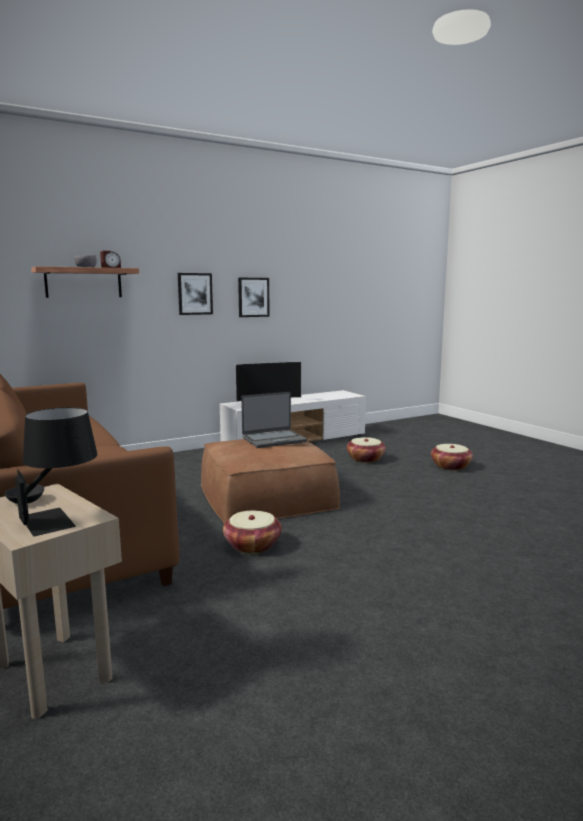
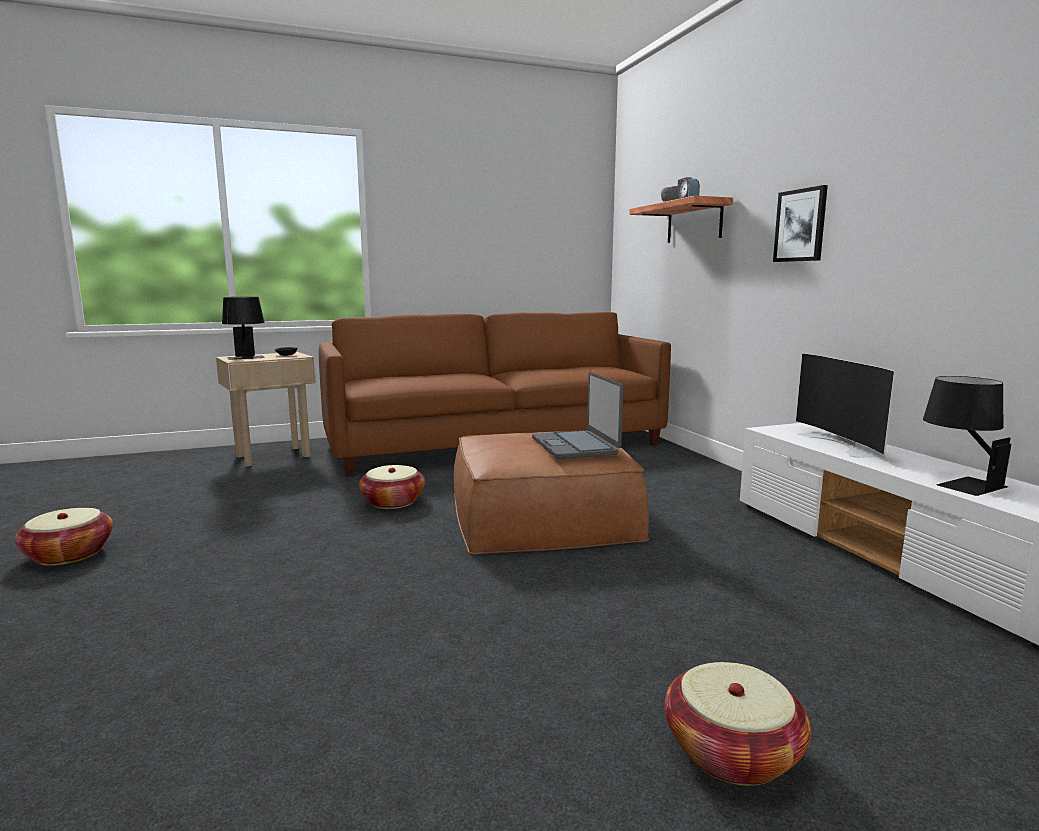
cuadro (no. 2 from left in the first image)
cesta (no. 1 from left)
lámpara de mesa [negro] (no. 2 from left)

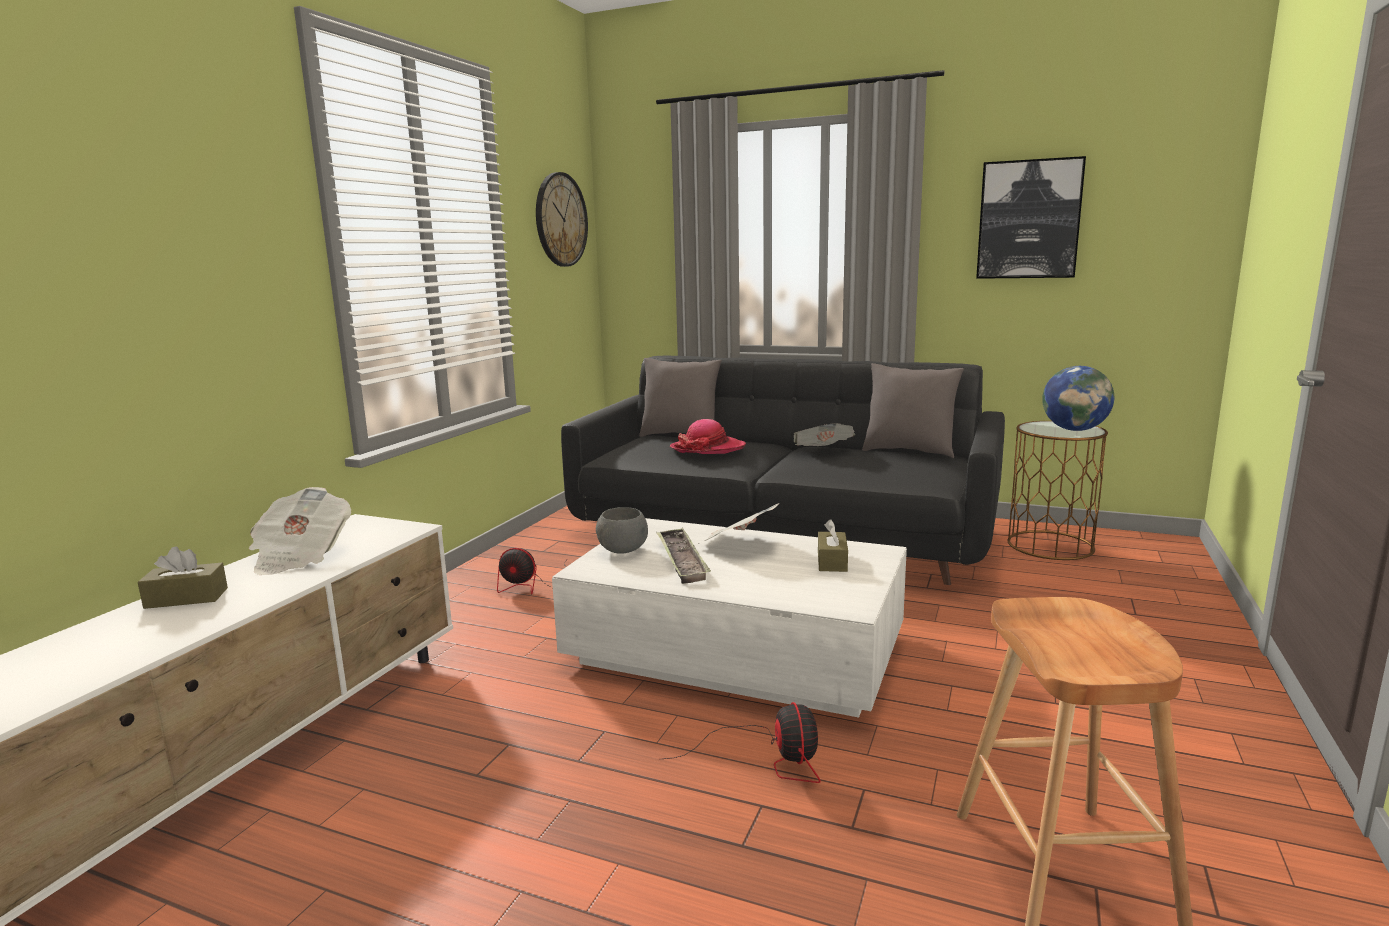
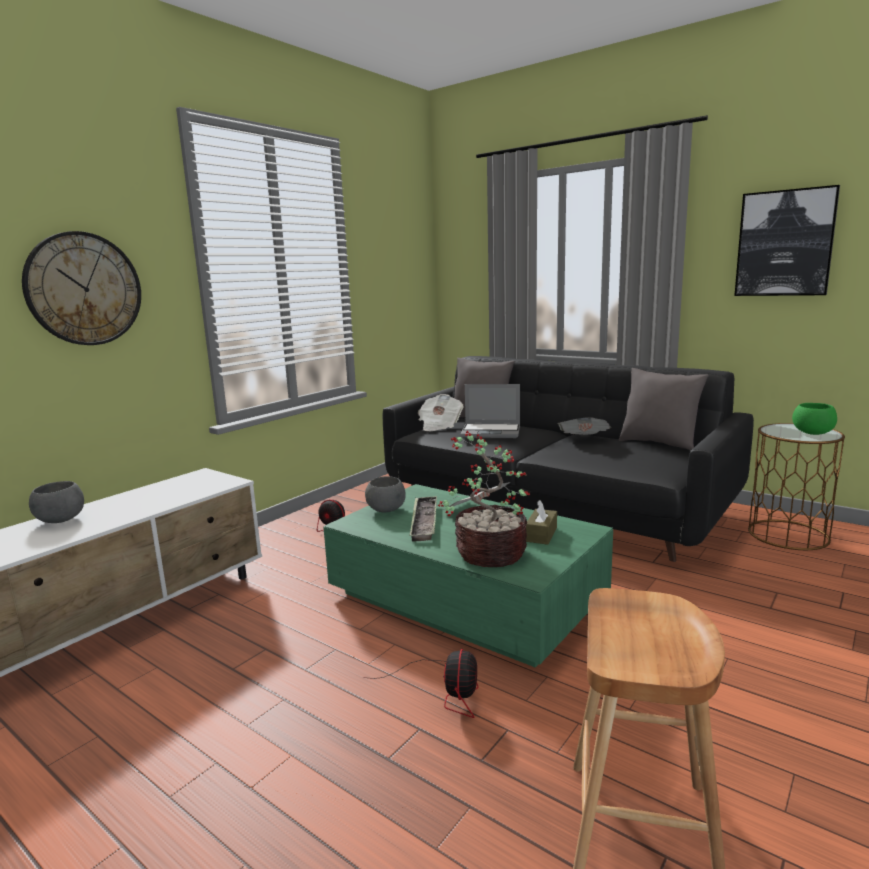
reloj de pared
cuenco [verde]
portátil
periódico (no. 1 from left)
mesa de centro [verde]
cuenco [gris] (no. 1 from left)
planta en maceta

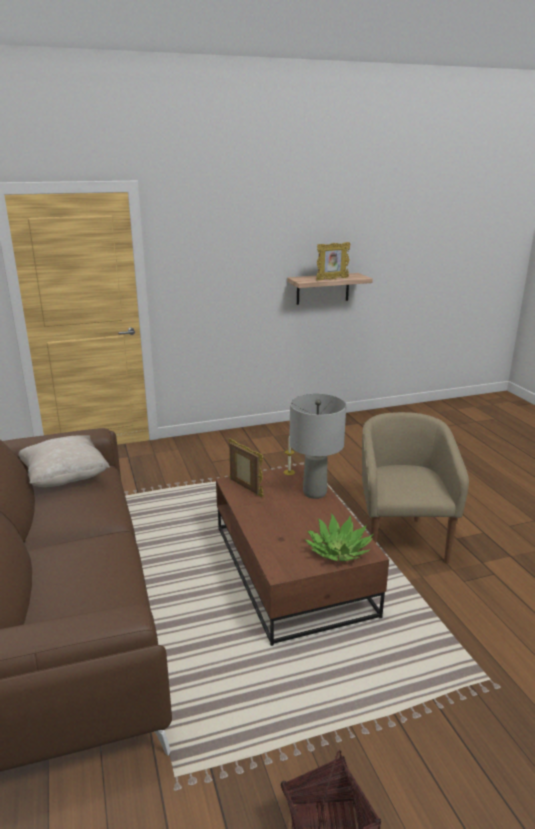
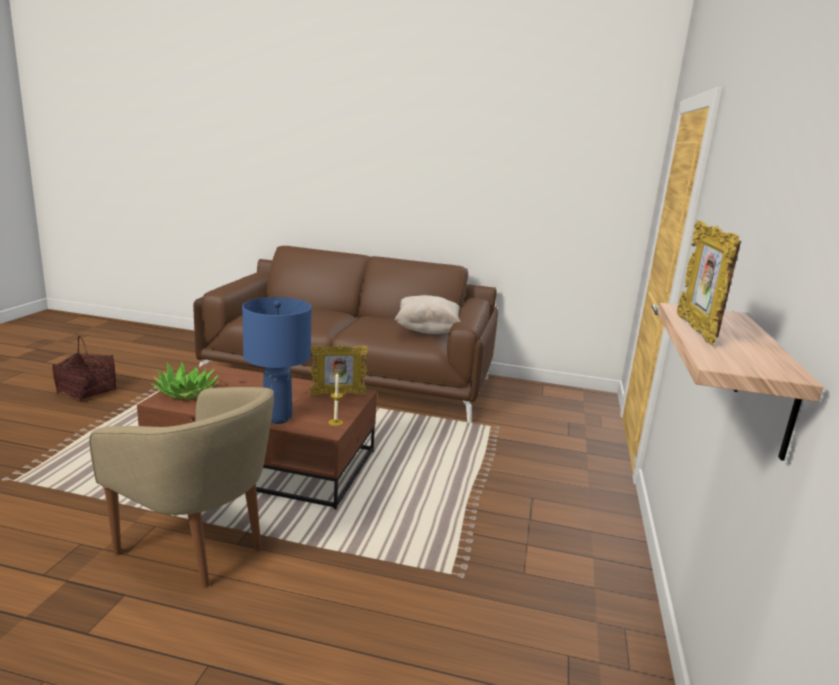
lámpara de mesa [azul]

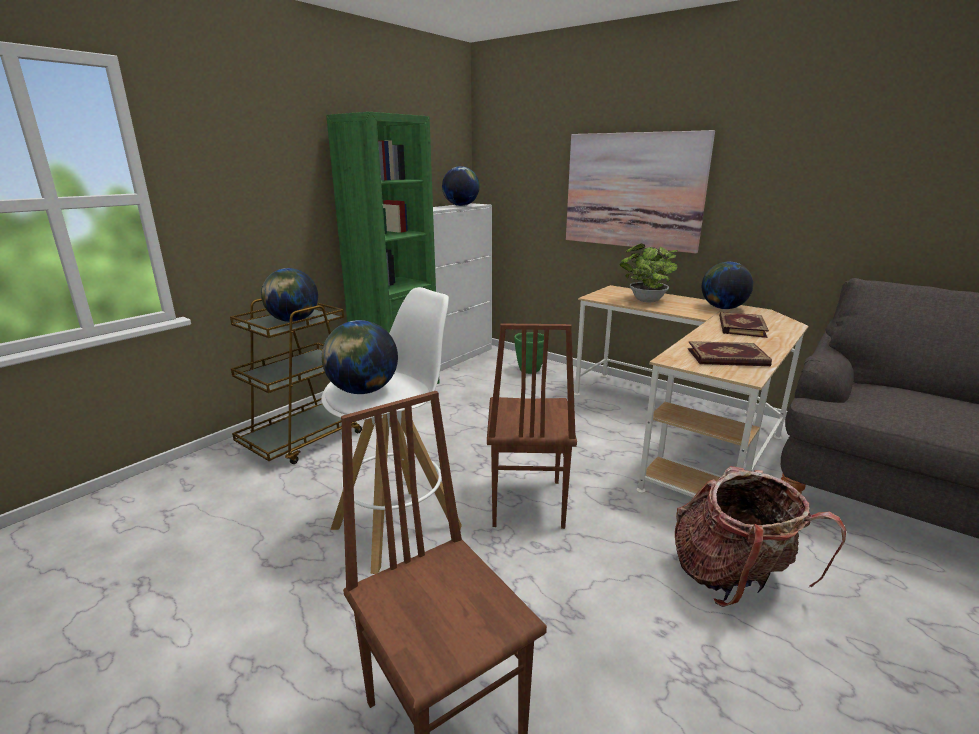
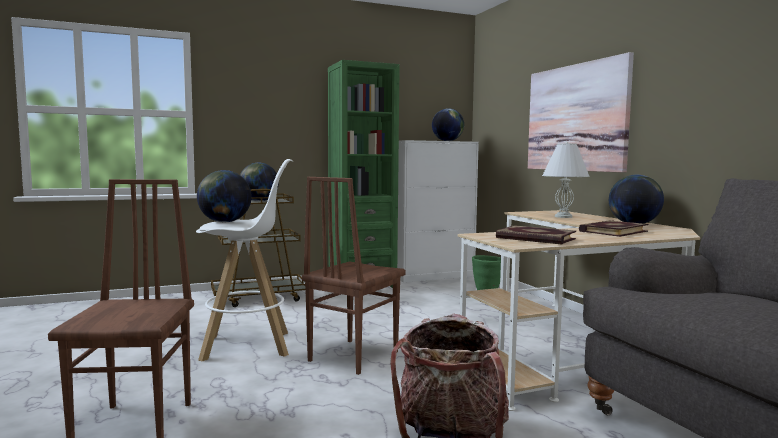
lámpara de mesa [blanco]

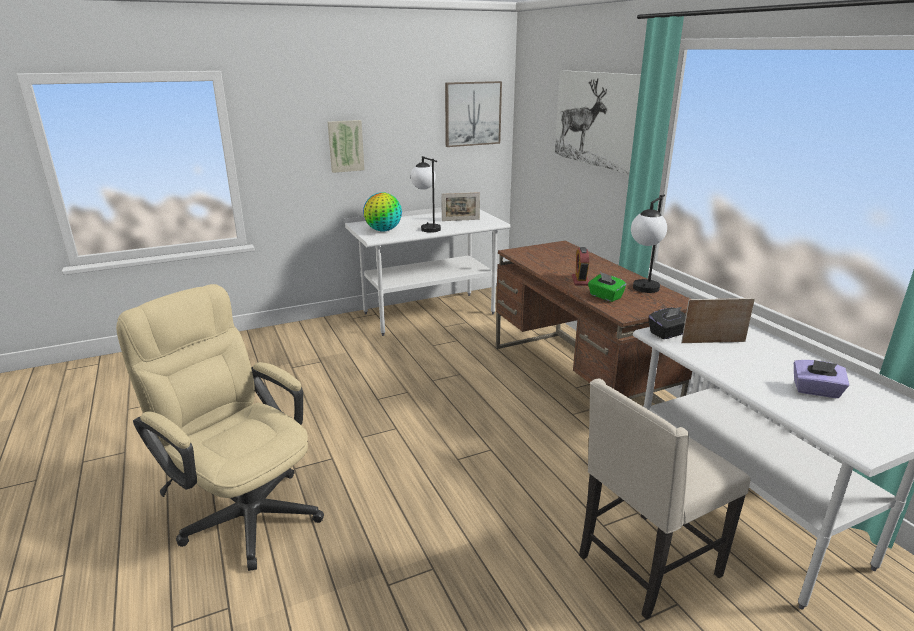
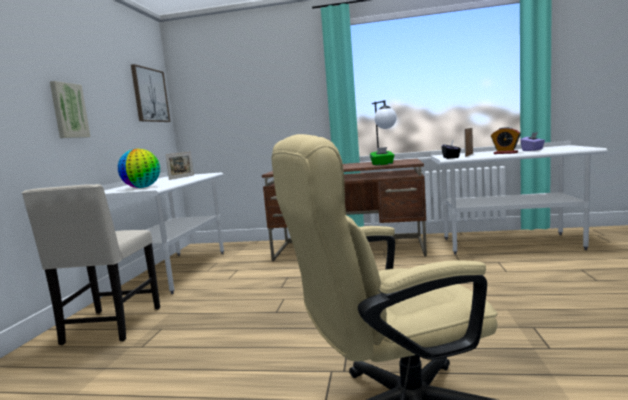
cuadro (no. 3 from left in the first image)
lámpara de mesa (no. 1 from left in the first image)
despertador
silla [beis]

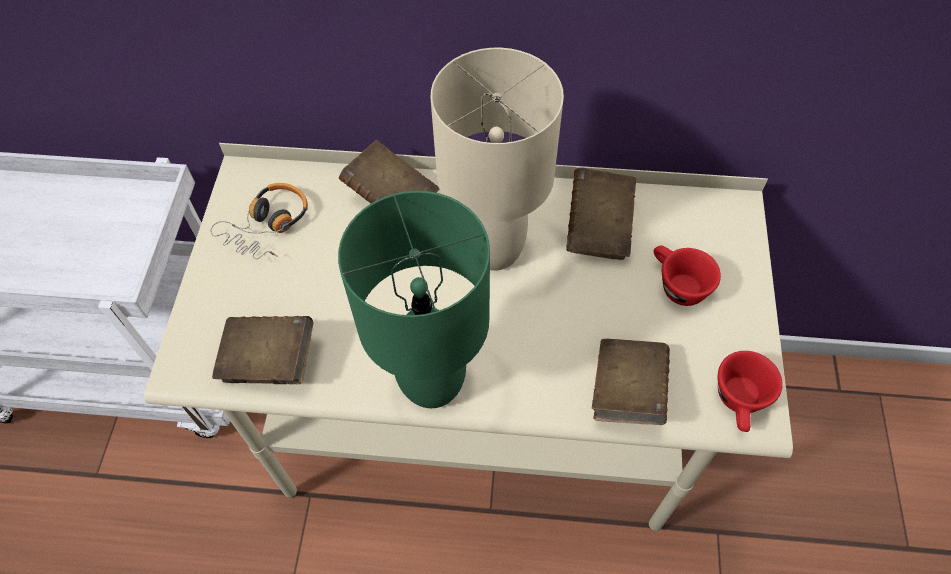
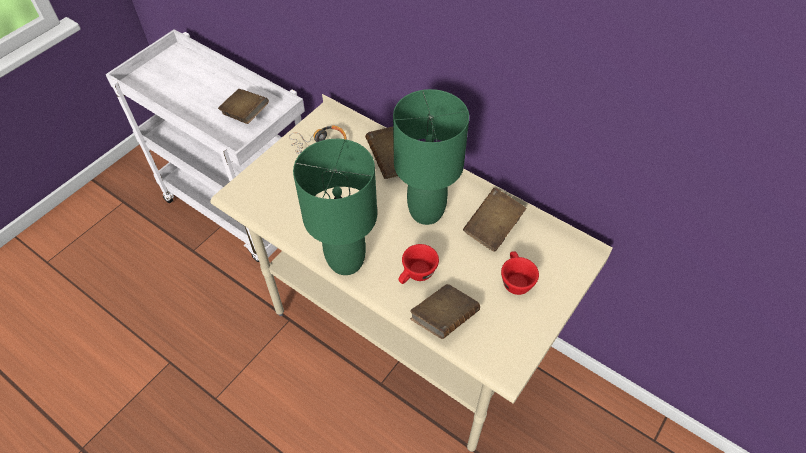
lámpara de mesa [verde] (no. 2 from left)
libro [marrón] (no. 1 from left)
taza [rojo] (no. 1 from left)

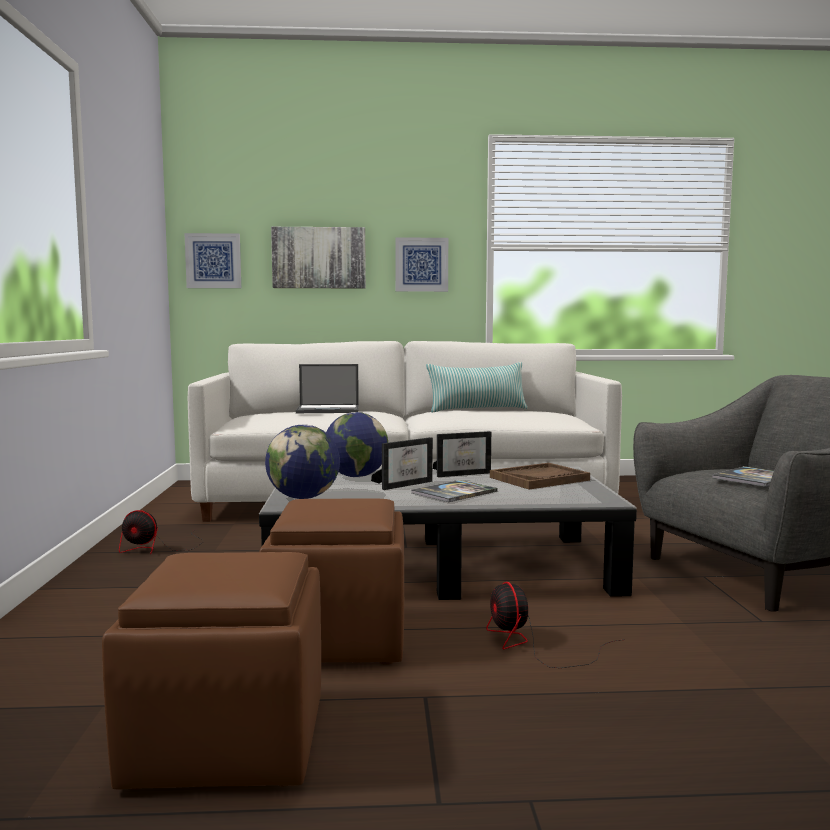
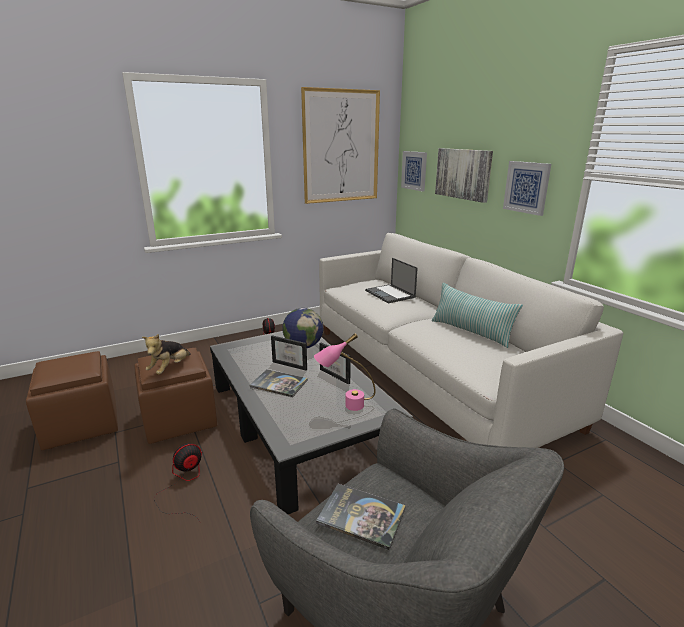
globo terráqueo (no. 1 from left in the first image)
lámpara de mesa [rosa]
cuadro (no. 1 from left)
peluche

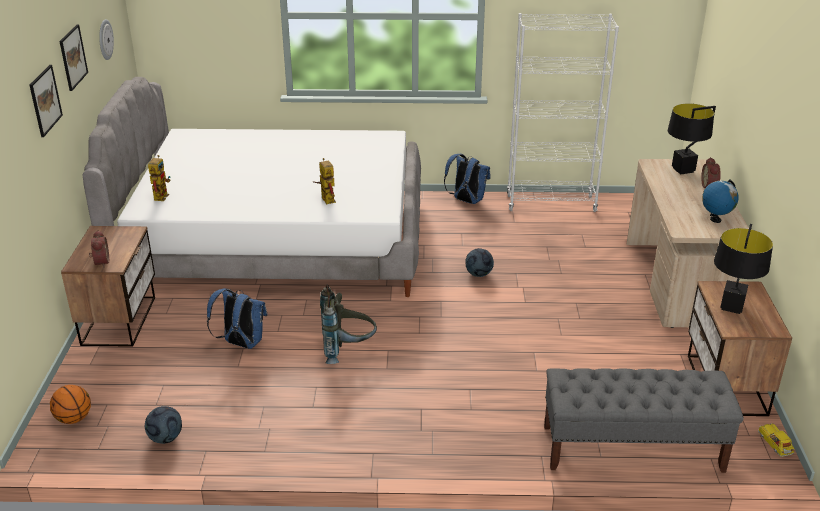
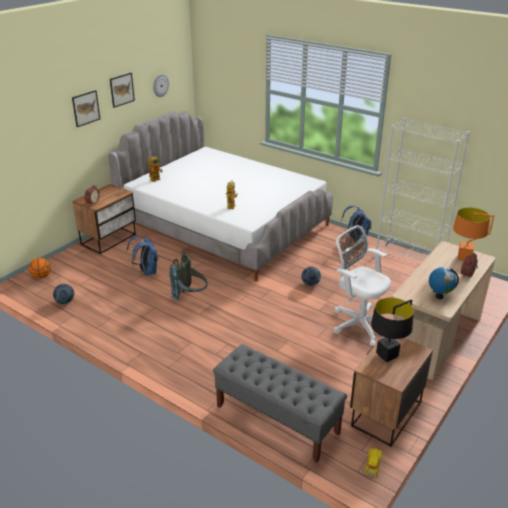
lámpara de mesa [naranja]
silla de oficina [blanco]

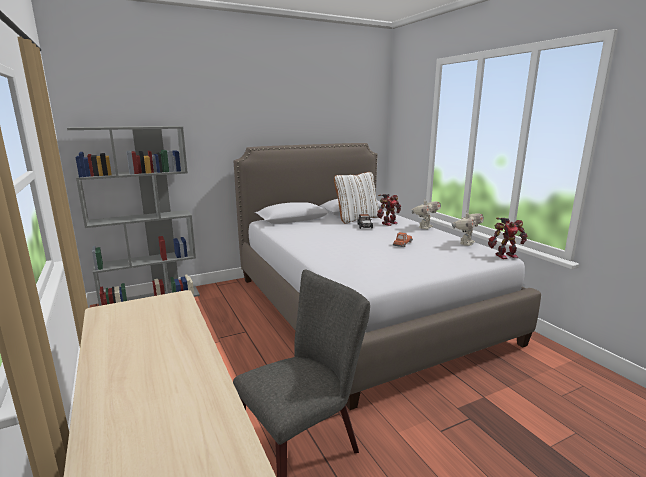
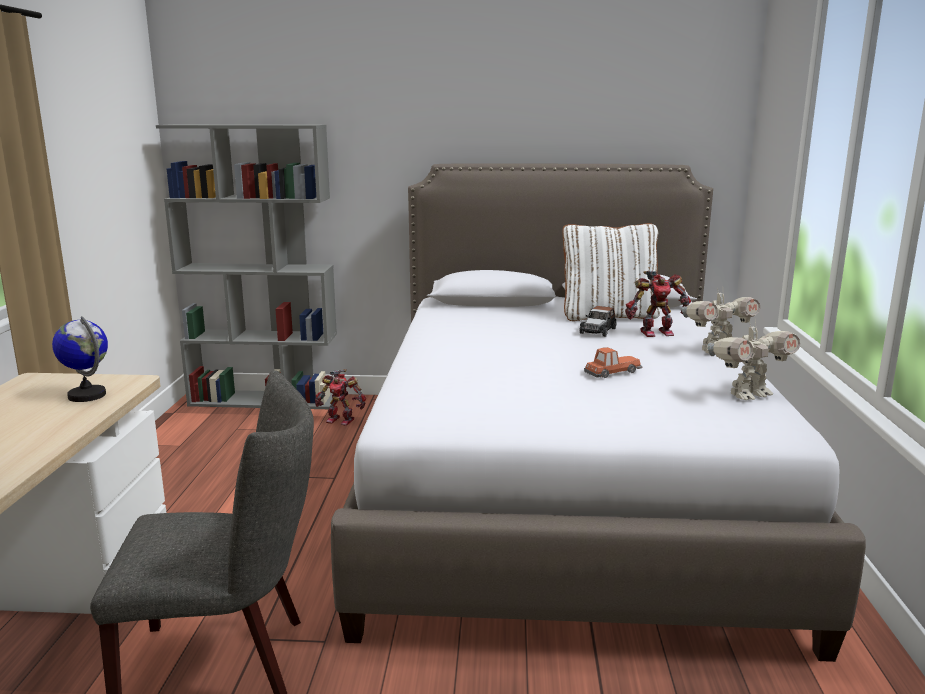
robot de juguete (no. 1 from left)
globo terráqueo

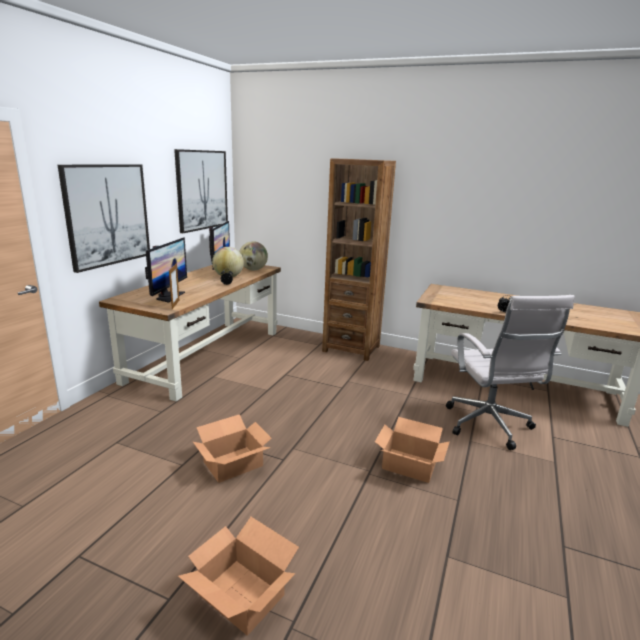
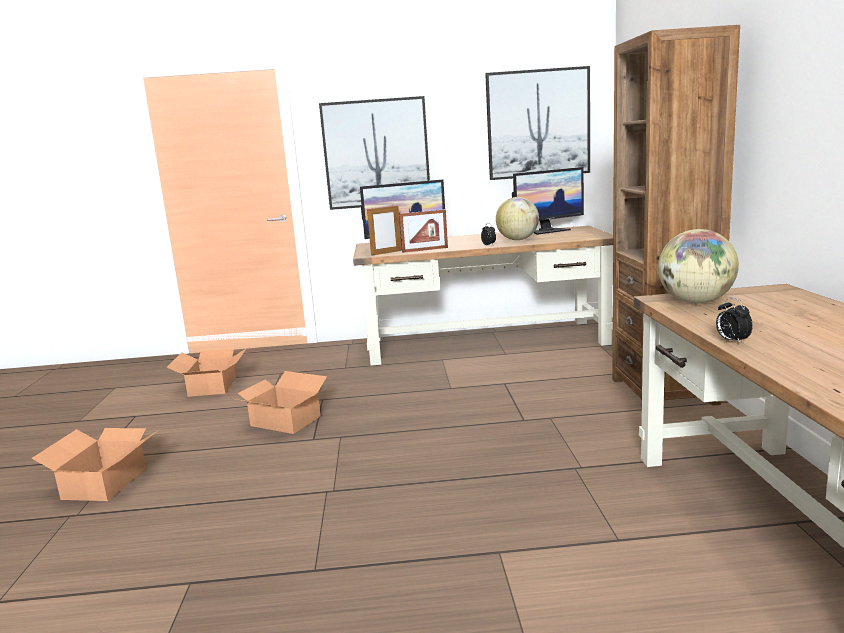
globo terráqueo (no. 2 from left)
silla de oficina [blanco]
caja de cartón (no. 2 from left)
portarretratos (no. 2 from left)

